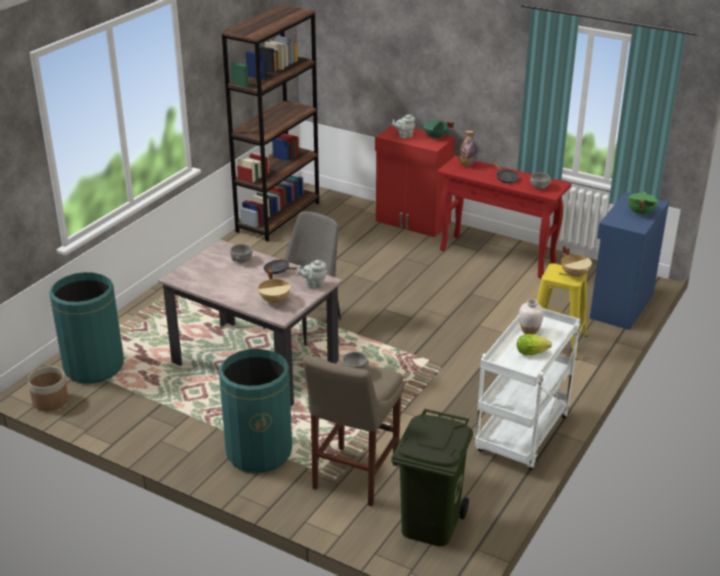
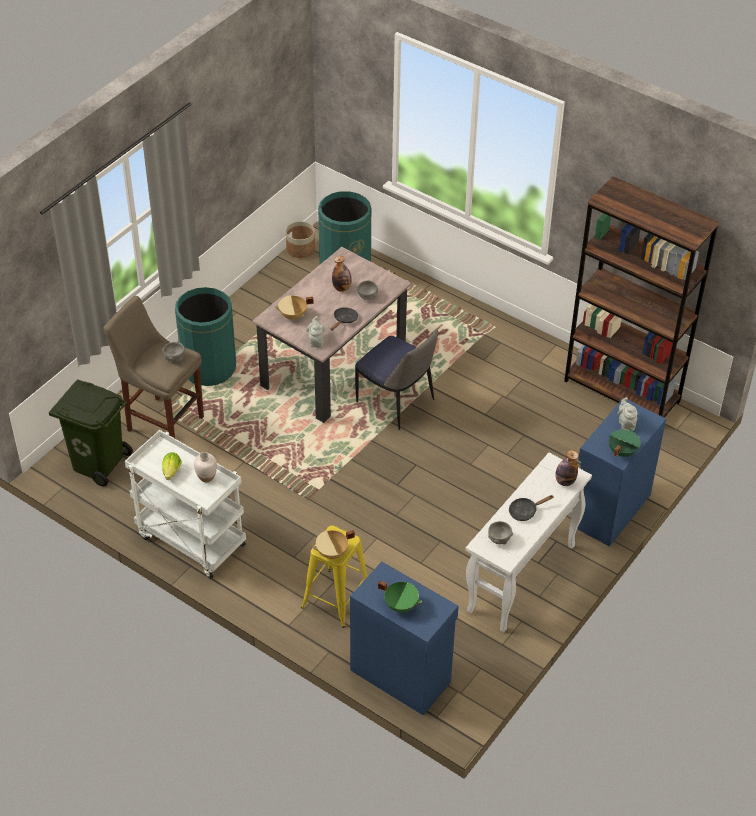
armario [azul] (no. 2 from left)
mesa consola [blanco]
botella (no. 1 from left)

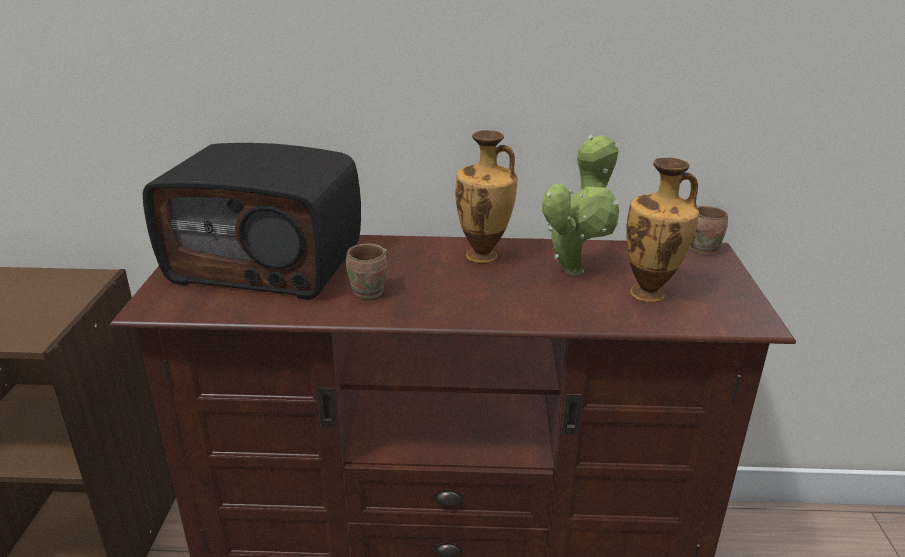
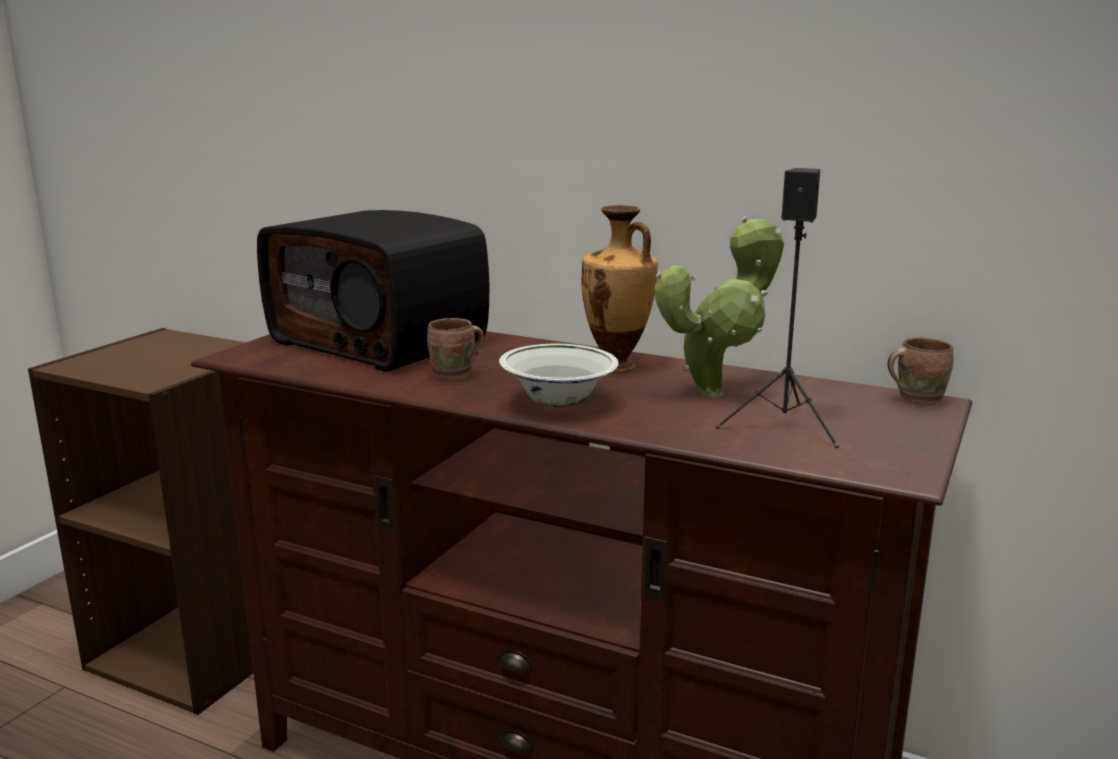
altavoz [negro]
cuenco [blanco]

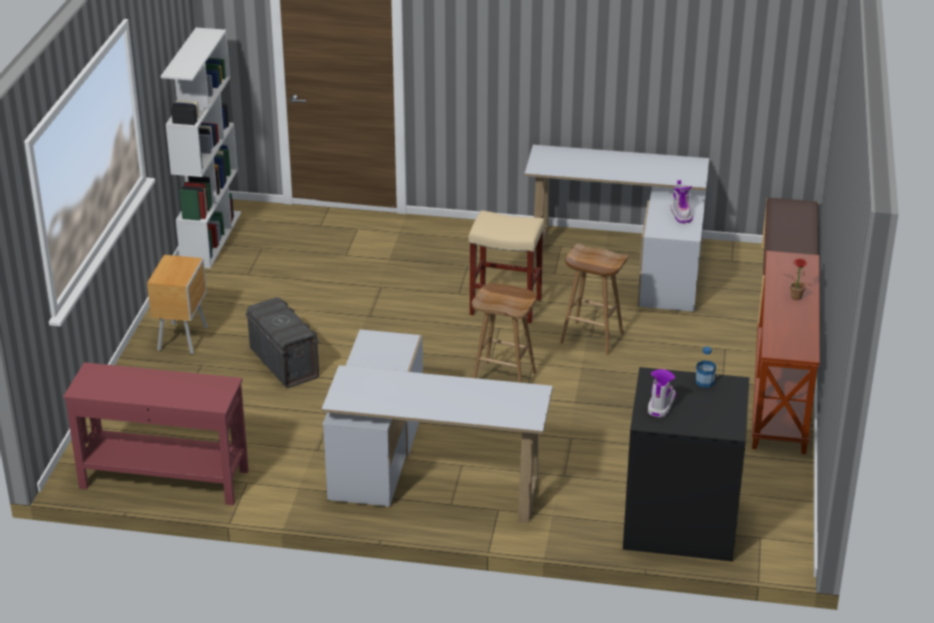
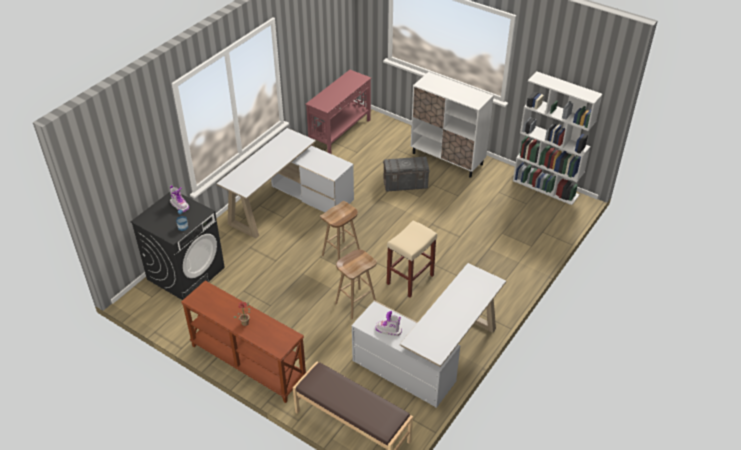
armario [blanco]

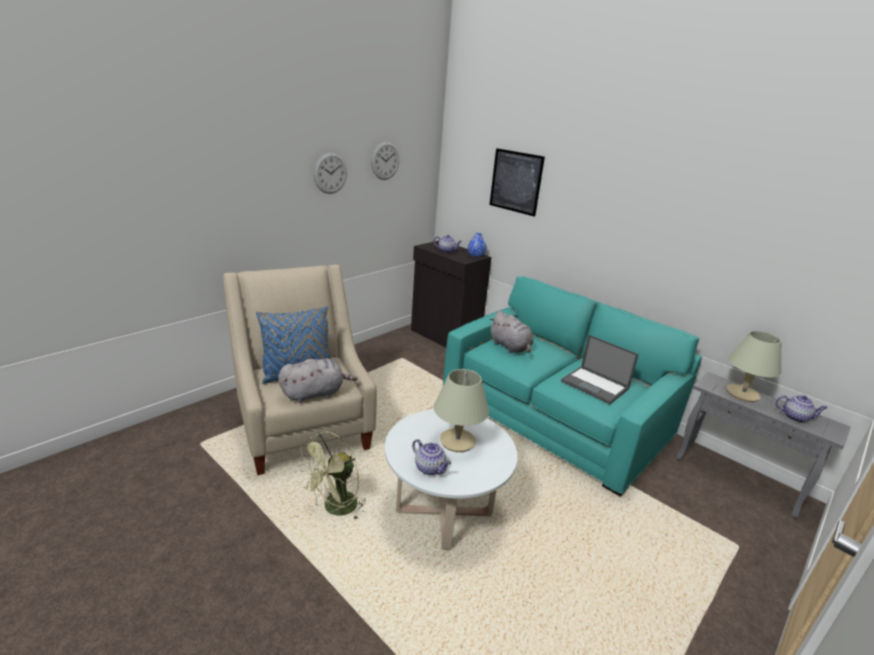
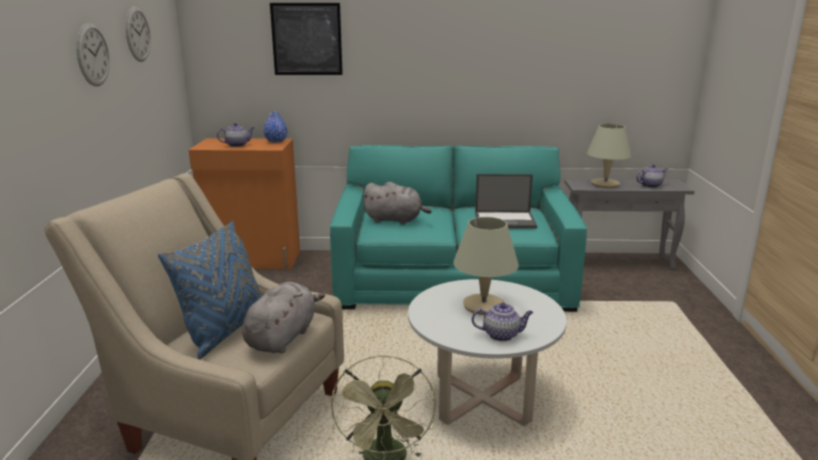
armario [naranja]

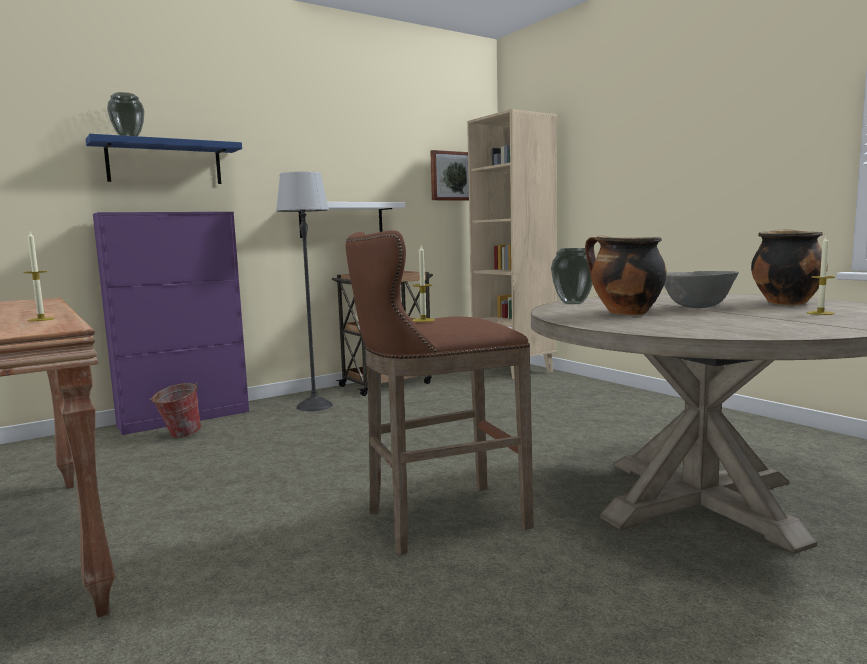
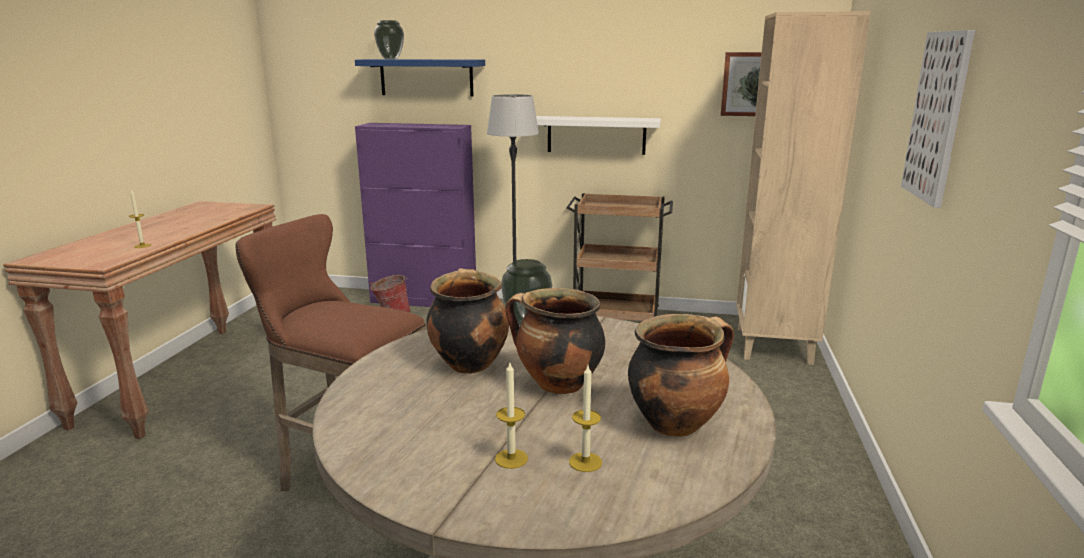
vela (no. 2 from left)
olla (no. 2 from left)
cuadro (no. 2 from left)

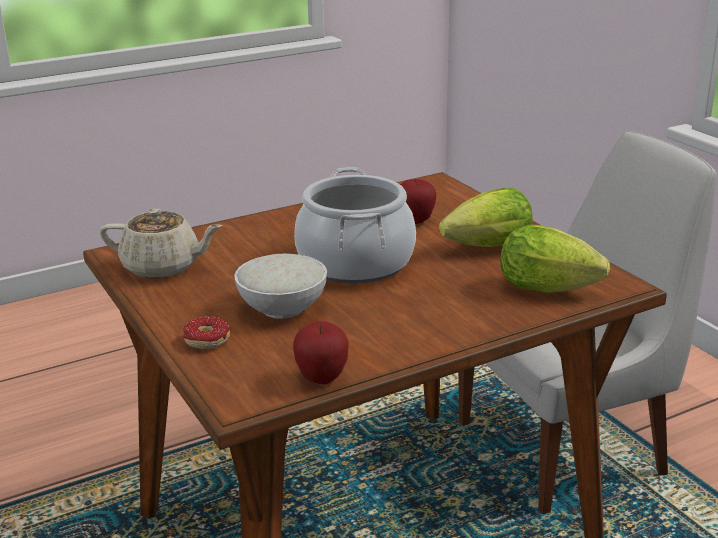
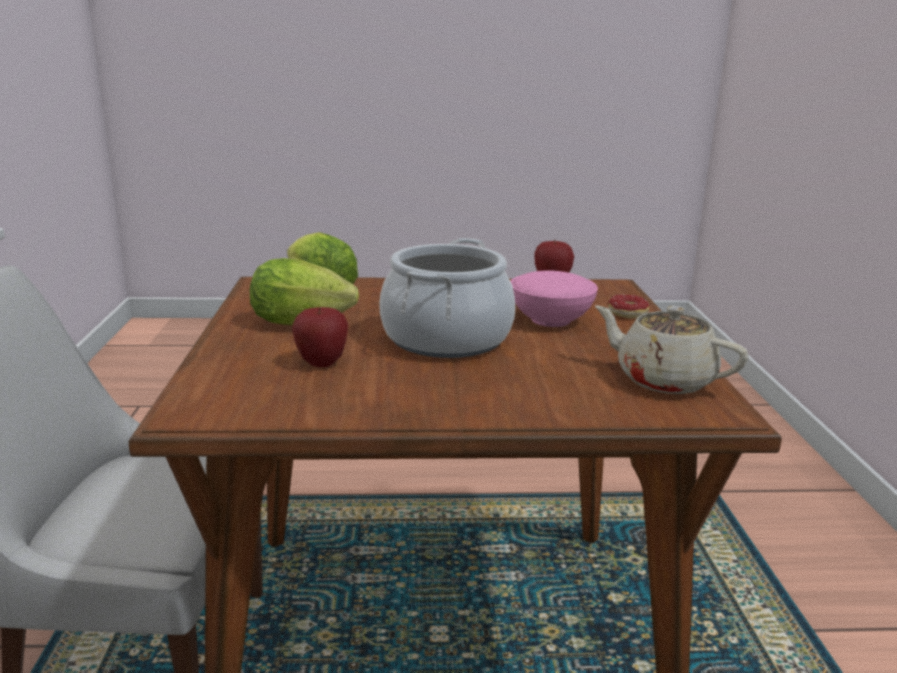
cuenco [rosa]

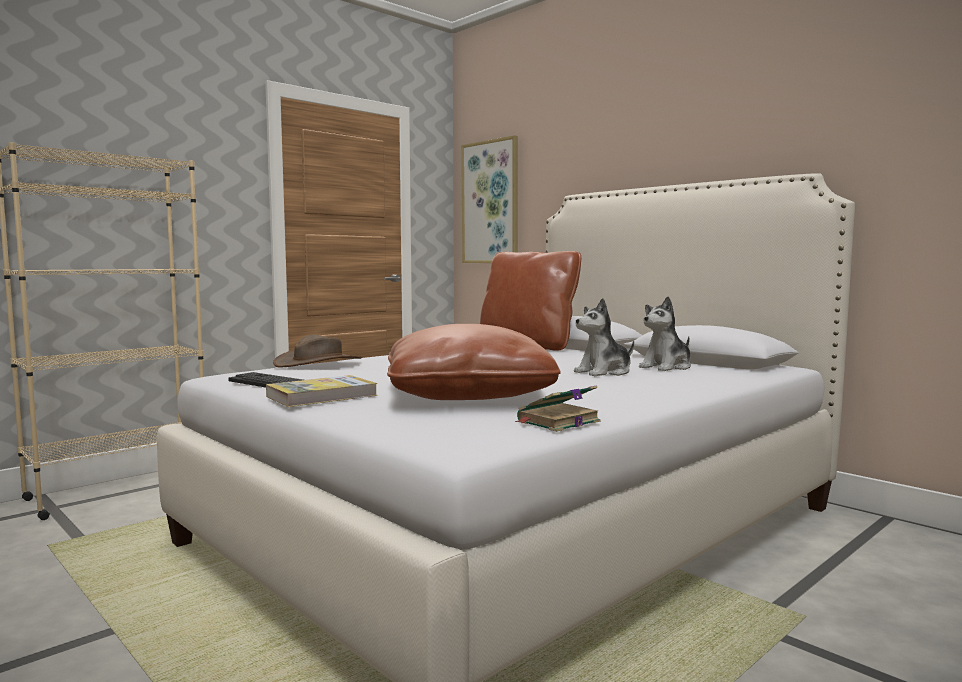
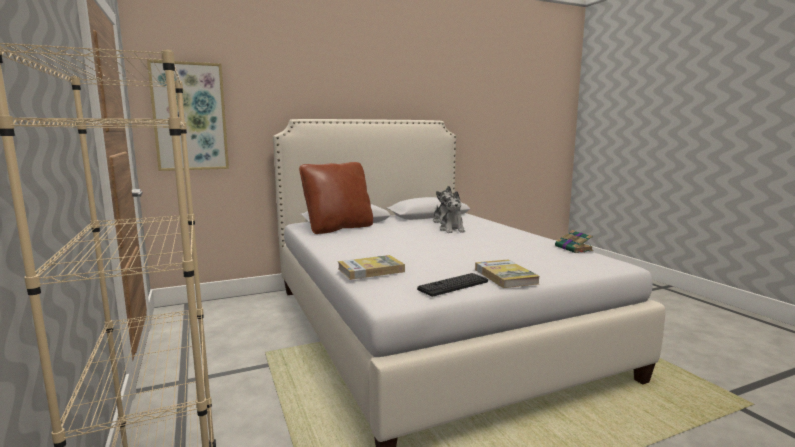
cojín [marrón] (no. 1 from left in the first image)
libro (no. 1 from left)

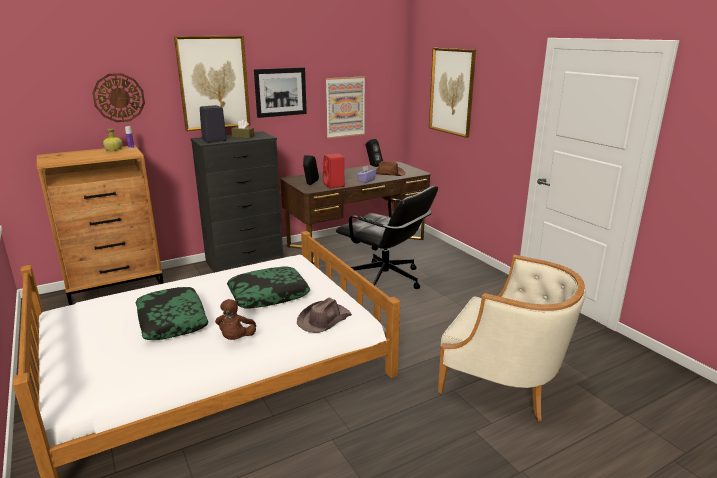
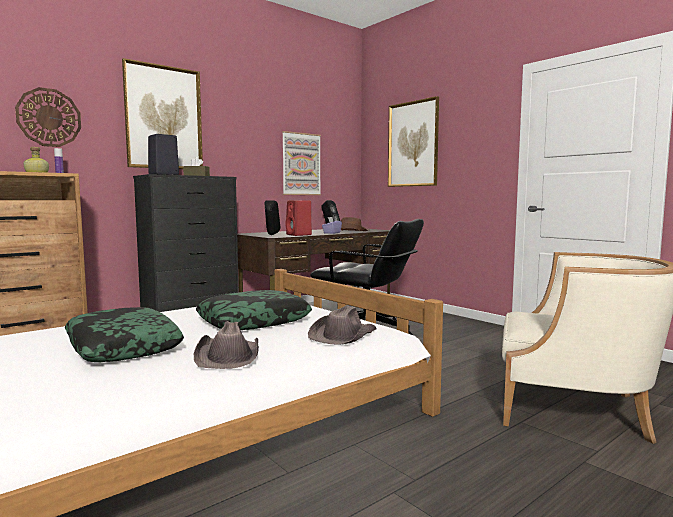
cuadro (no. 2 from left in the first image)
sombrero [marrón] (no. 1 from left)

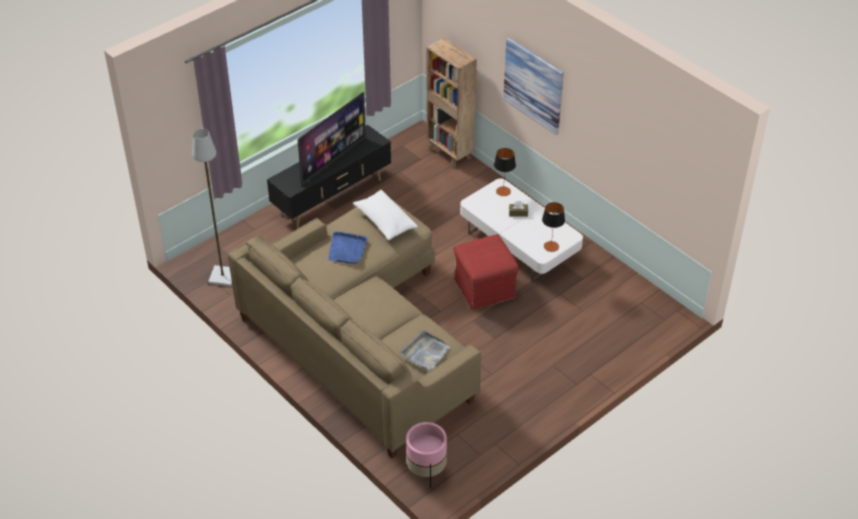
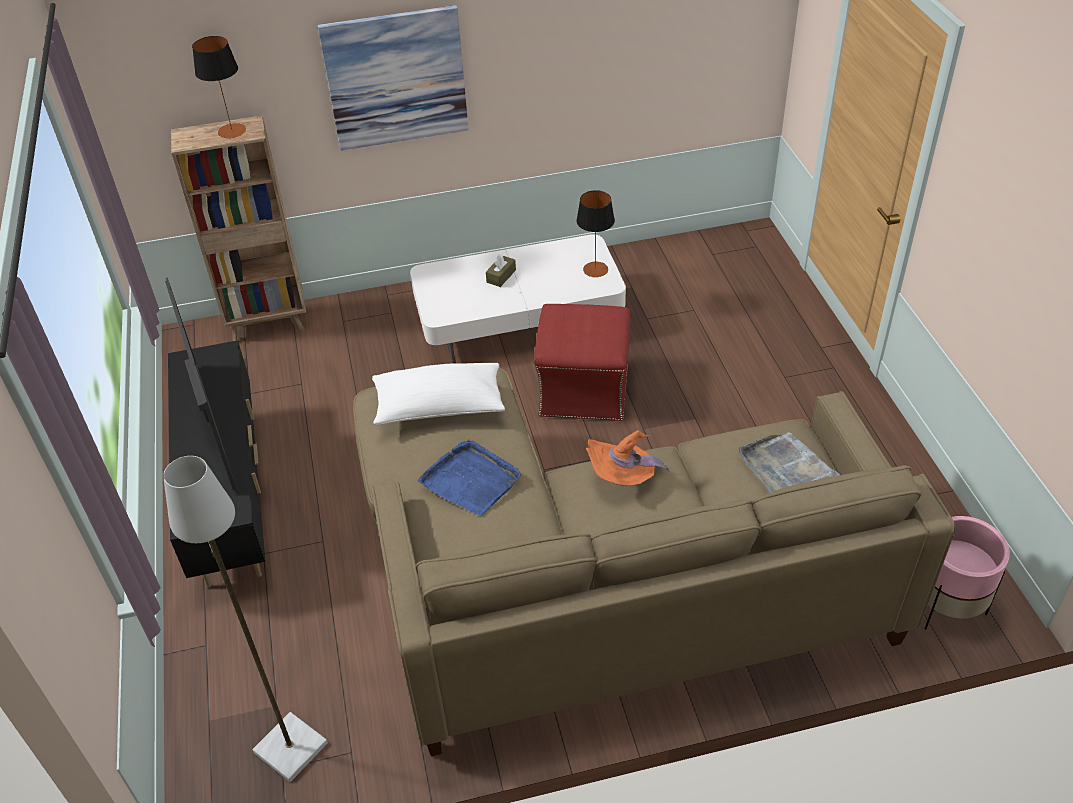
lámpara de mesa (no. 1 from left)
sombrero [naranja]

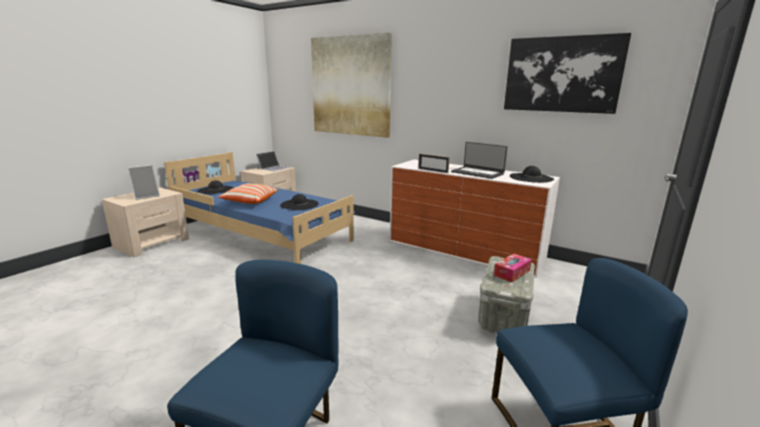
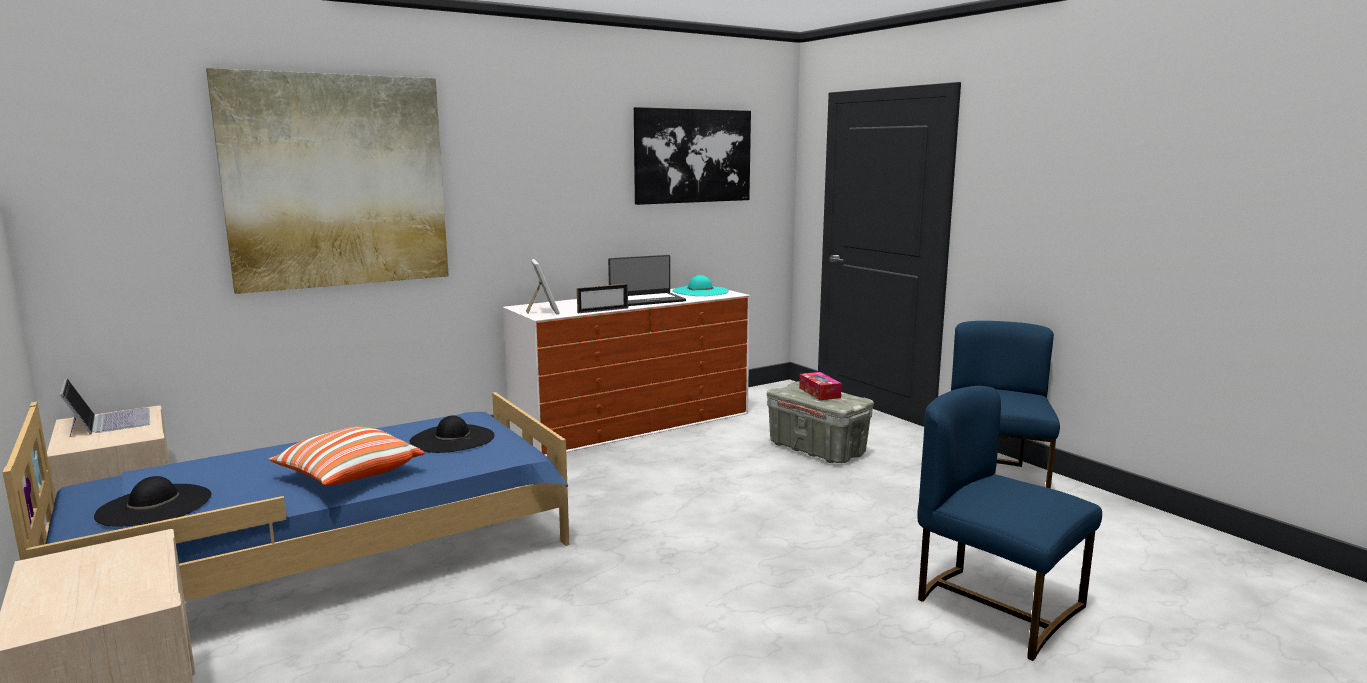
portarretratos (no. 1 from left)
sombrero [turquesa]

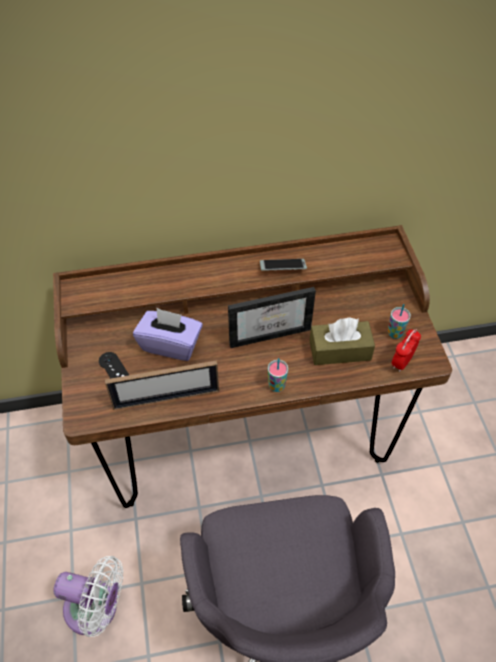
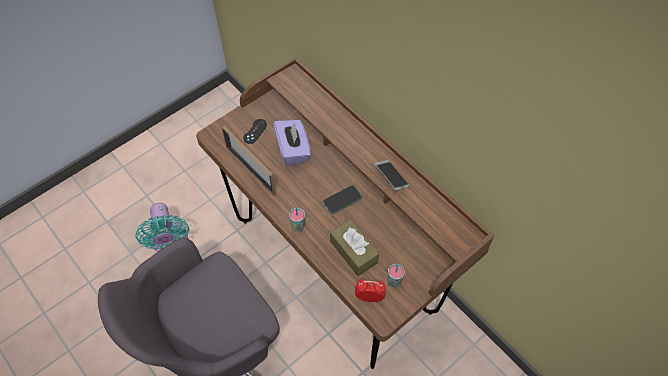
móvil (no. 1 from left)
ventilador [turquesa]

